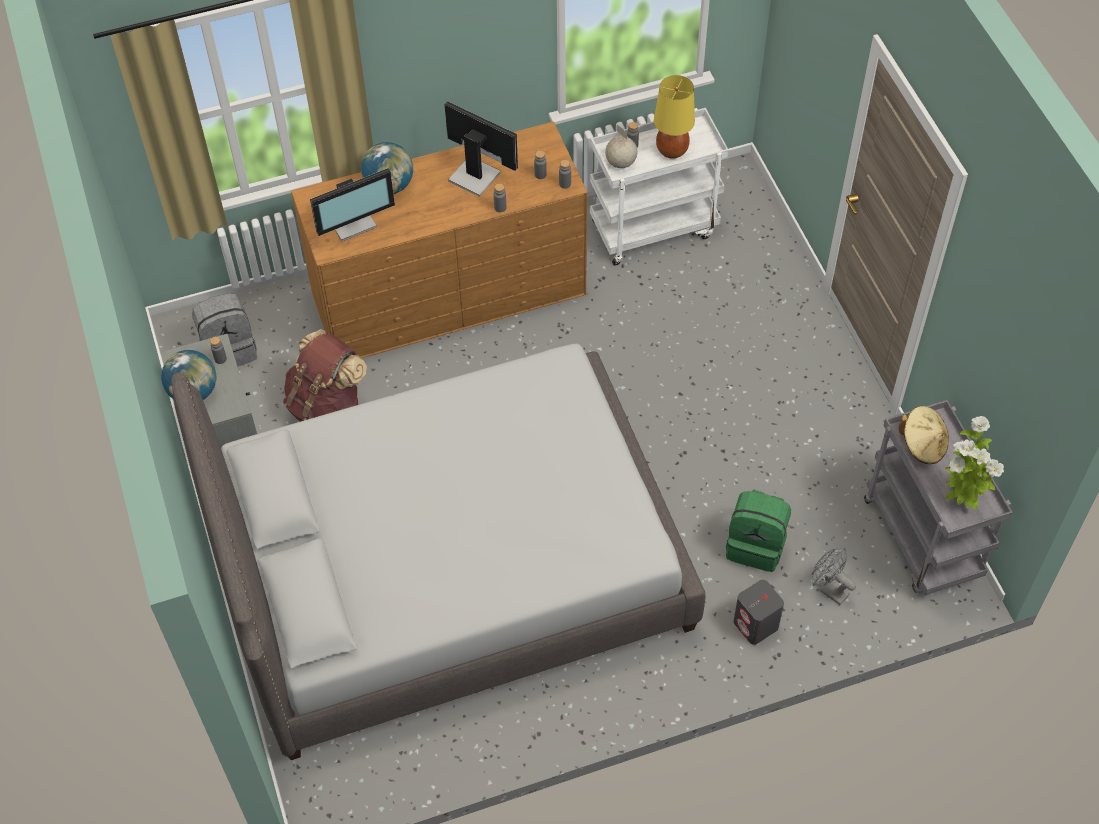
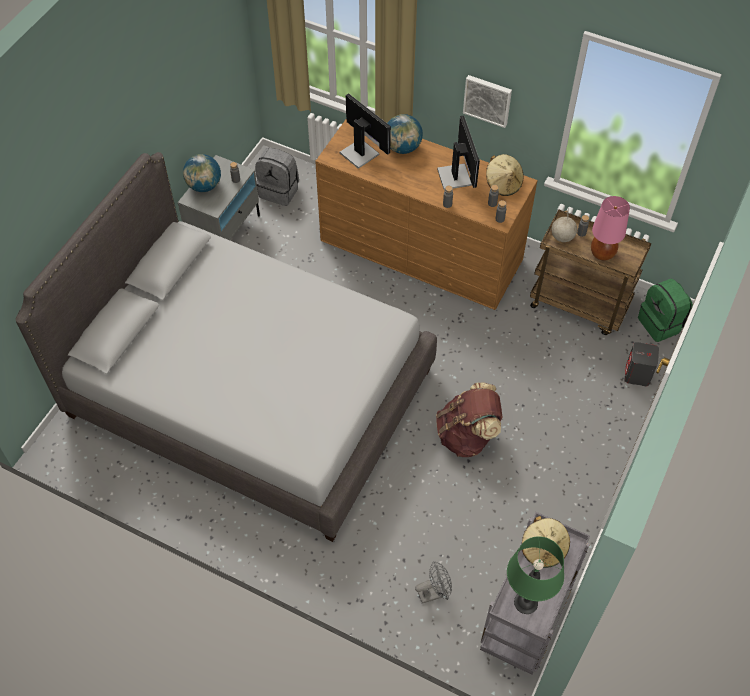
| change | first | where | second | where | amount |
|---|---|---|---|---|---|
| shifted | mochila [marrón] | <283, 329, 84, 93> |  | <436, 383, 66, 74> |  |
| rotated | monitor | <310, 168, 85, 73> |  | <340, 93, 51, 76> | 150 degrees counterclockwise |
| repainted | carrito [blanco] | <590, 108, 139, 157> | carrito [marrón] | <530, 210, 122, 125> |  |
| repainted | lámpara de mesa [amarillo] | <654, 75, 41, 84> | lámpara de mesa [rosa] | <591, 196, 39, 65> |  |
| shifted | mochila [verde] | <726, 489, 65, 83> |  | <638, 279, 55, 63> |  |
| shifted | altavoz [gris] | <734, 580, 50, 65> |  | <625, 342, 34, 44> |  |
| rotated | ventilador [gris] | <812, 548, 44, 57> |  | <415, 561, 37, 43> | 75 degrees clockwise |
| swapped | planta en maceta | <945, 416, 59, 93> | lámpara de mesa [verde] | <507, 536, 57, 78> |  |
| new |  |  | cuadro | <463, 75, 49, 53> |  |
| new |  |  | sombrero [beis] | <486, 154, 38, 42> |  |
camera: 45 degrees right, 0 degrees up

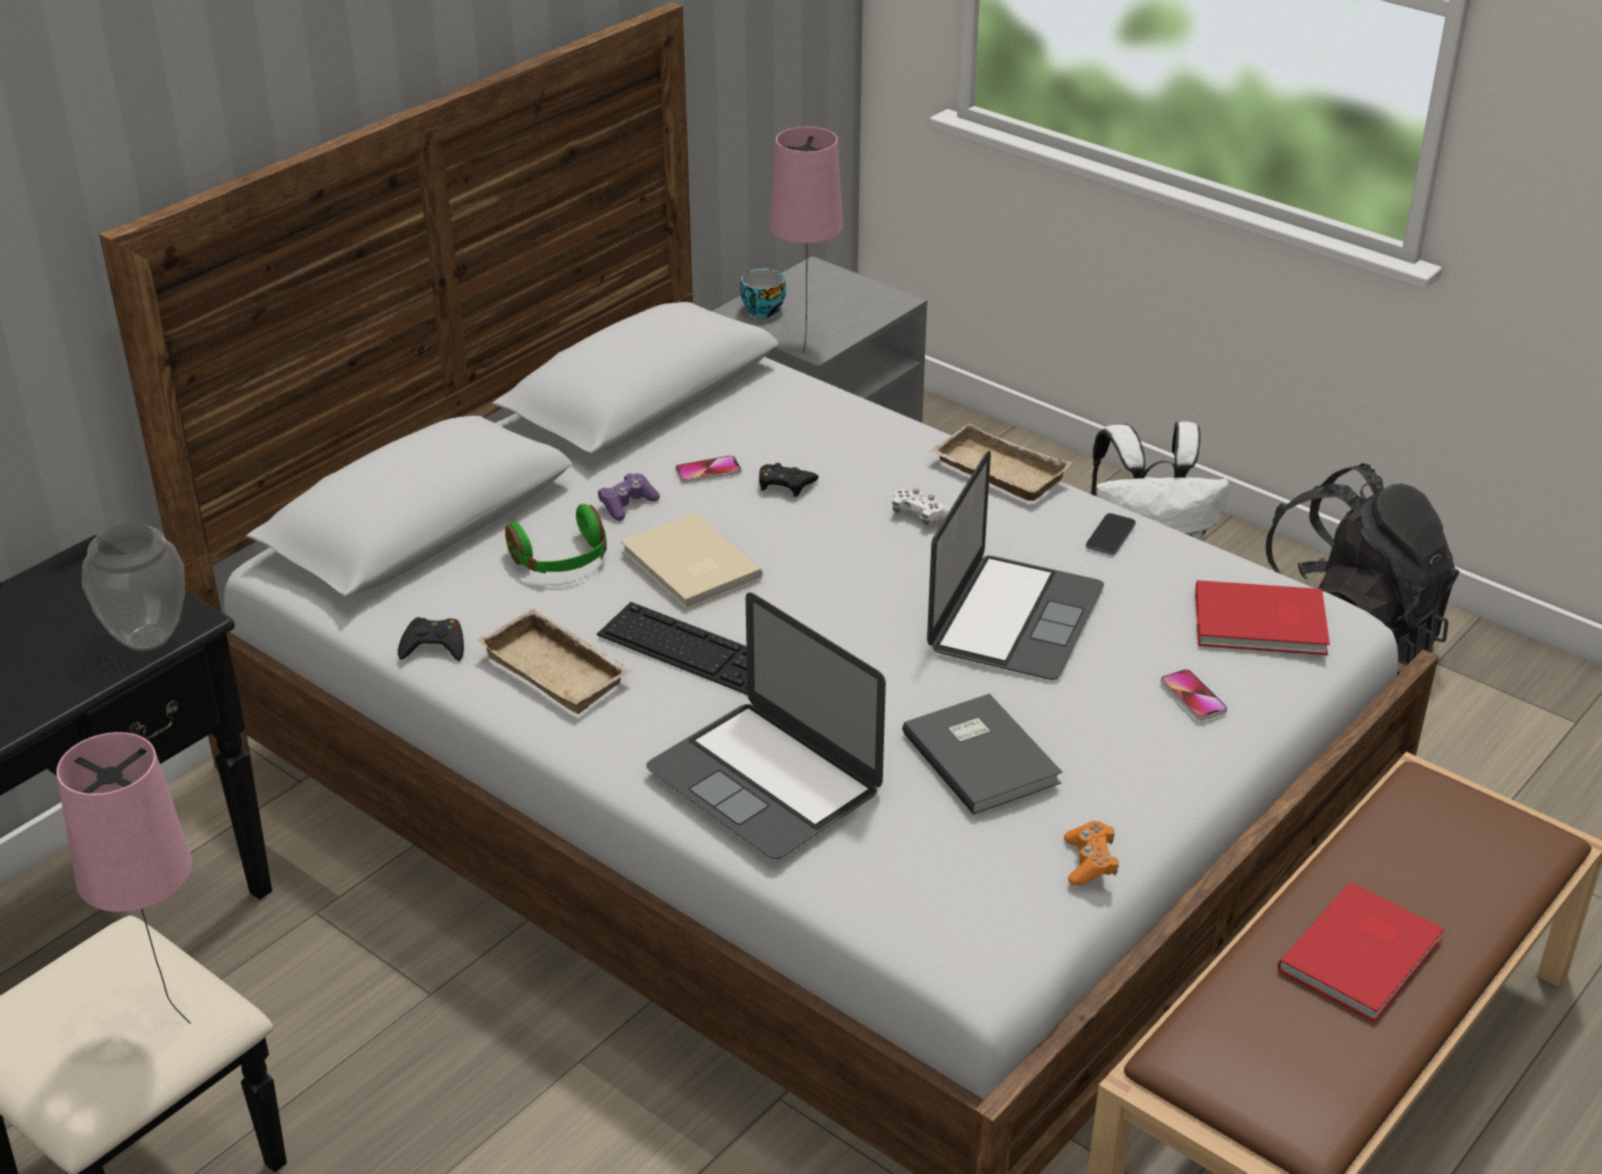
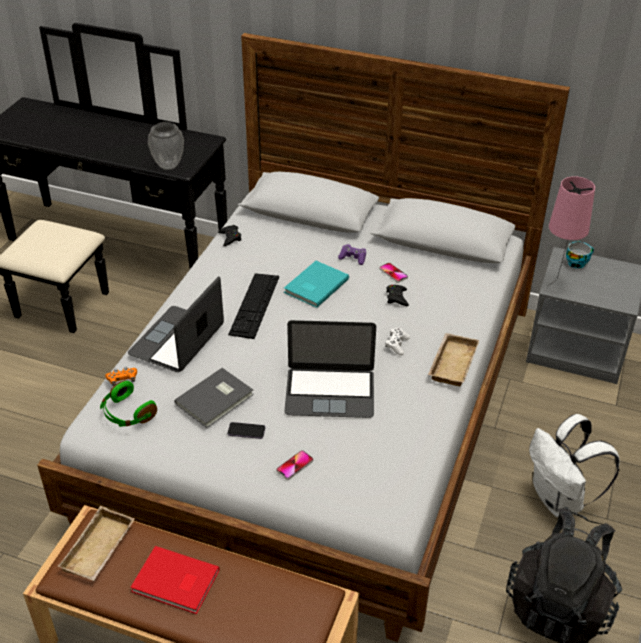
| change | first | where | second | where | amount |
|---|---|---|---|---|---|
| gone | lámpara de mesa [rosa] | <57, 732, 135, 292> |  |  |  |
| shifted | bandeja [beis] | <477, 609, 155, 105> |  | <58, 506, 77, 75> |  |
| shifted | auriculares [verde] | <505, 504, 102, 70> |  | <100, 380, 57, 47> |  |
| repainted | libro [beis] | <621, 513, 142, 97> | libro [turquesa] | <284, 261, 65, 47> |  |
| shifted | mando de consola [naranja] | <1064, 821, 55, 65> |  | <105, 367, 32, 19> |  |
| shifted | móvil | <1086, 513, 50, 42> |  | <228, 422, 37, 17> |  |
| gone | libro [rojo] | <1195, 580, 135, 75> |  |  |  |
camera: 70 degrees right, 5 degrees up

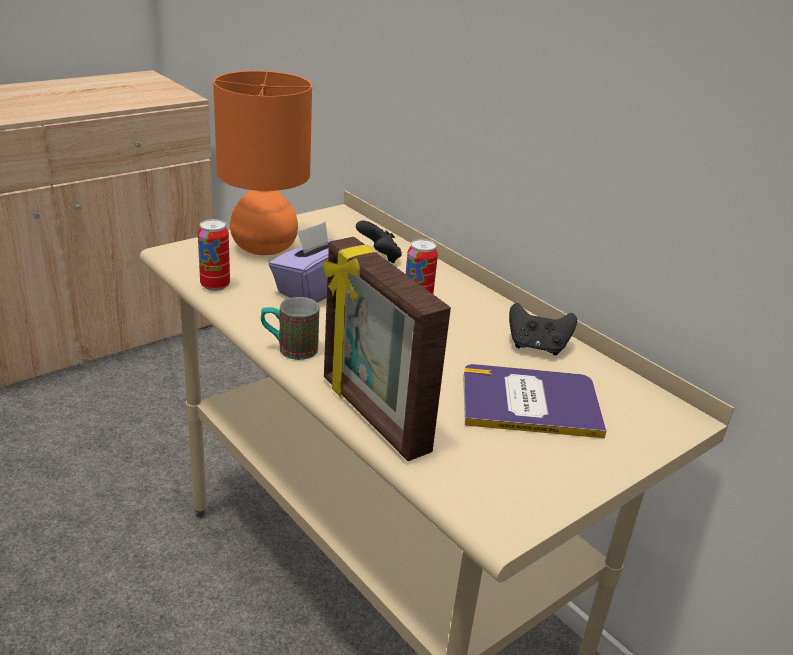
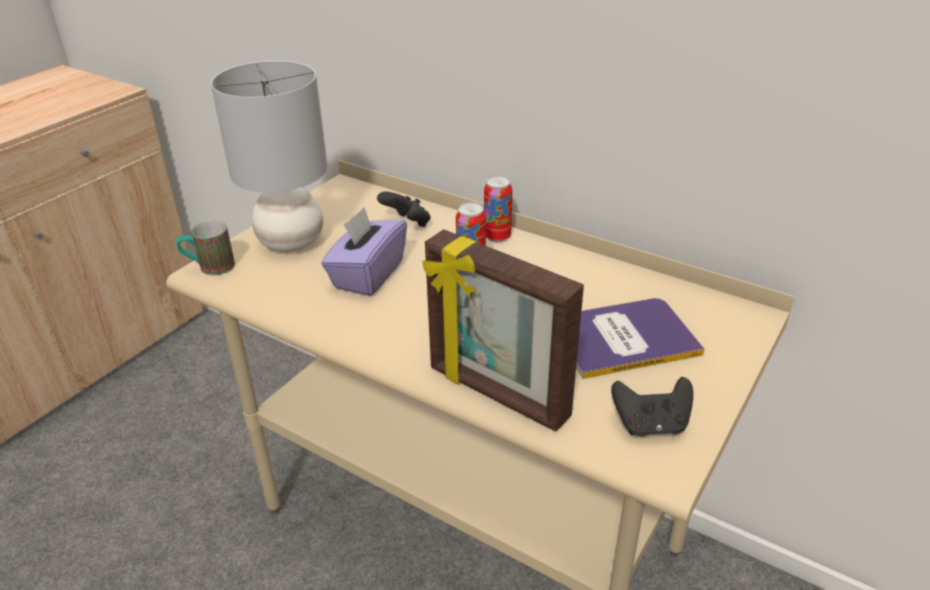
| change | first | where | second | where | amount |
|---|---|---|---|---|---|
| shifted | lata | <198, 219, 32, 72> |  | <484, 176, 28, 66> |  |
| repainted | lámpara de mesa [naranja] | <213, 71, 99, 184> | lámpara de mesa [gris] | <211, 61, 116, 191> |  |
| shifted | taza grande | <261, 297, 58, 63> |  | <176, 220, 59, 55> |  |
| shifted | mando de consola [negro] | <509, 303, 68, 52> |  | <611, 377, 82, 59> |  |
camera: 15 degrees left, 5 degrees up

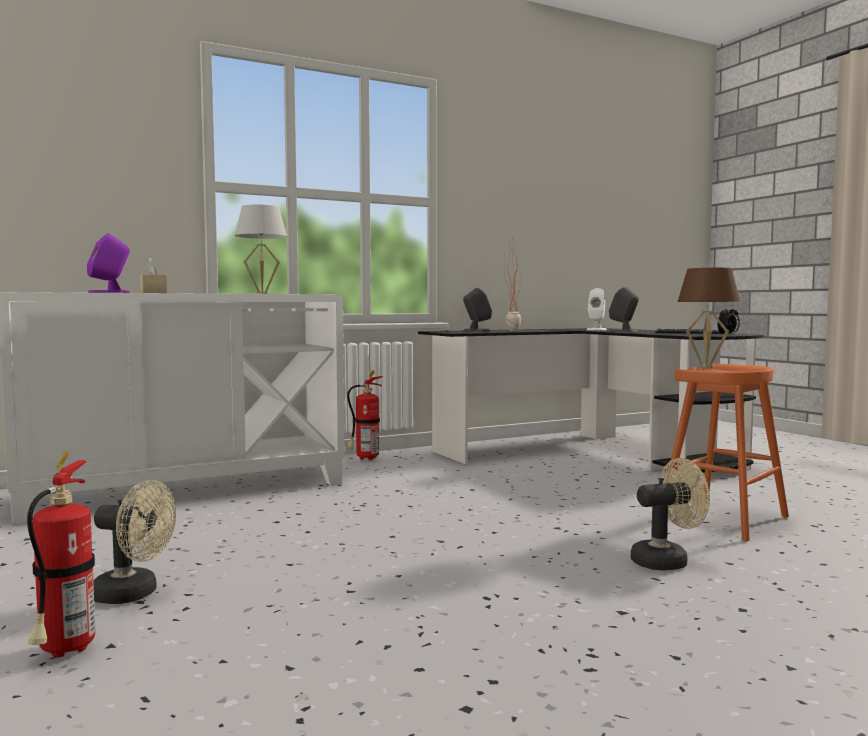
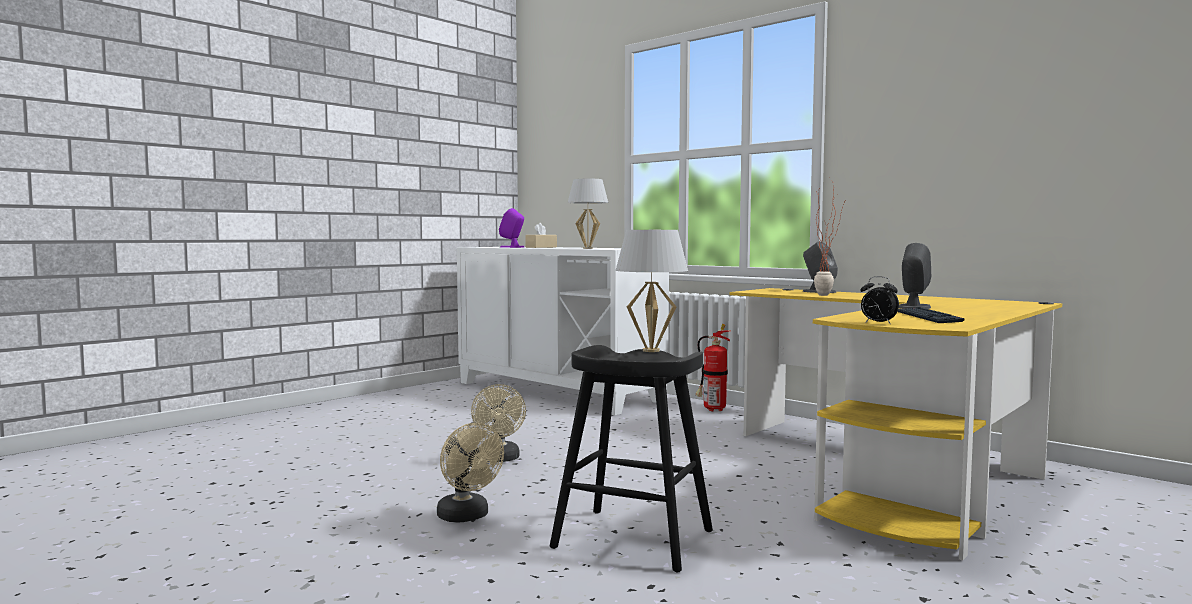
| change | first | where | second | where | amount |
|---|---|---|---|---|---|
| gone | extintor | <27, 451, 68, 207> |  |  |  |
| shifted | ventilador [beis] | <93, 480, 83, 124> |  | <471, 384, 55, 78> |  |
| repainted | escritorio [negro] | <418, 328, 346, 151> | escritorio [amarillo] | <730, 288, 332, 273> |  |
| gone | altavoz [blanco] | <587, 288, 20, 42> |  |  |  |
| repainted | taburete [naranja] | <666, 364, 123, 178> | taburete [negro] | <550, 345, 163, 227> |  |
| repainted | lámpara de mesa [marrón] | <677, 268, 63, 100> | lámpara de mesa [blanco] | <616, 230, 72, 122> |  |
camera: 70 degrees right, 0 degrees up

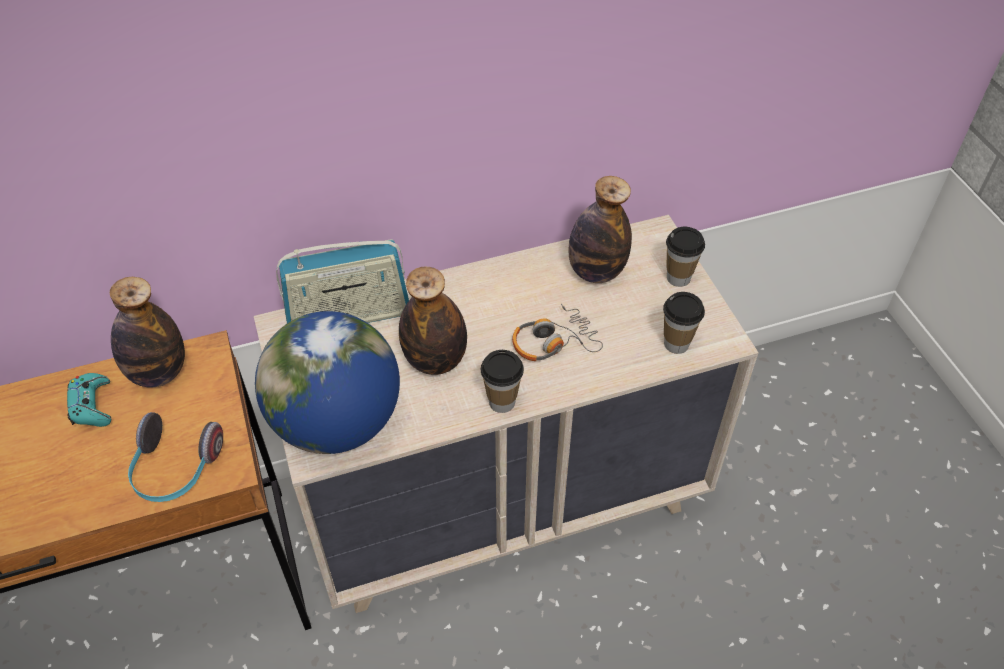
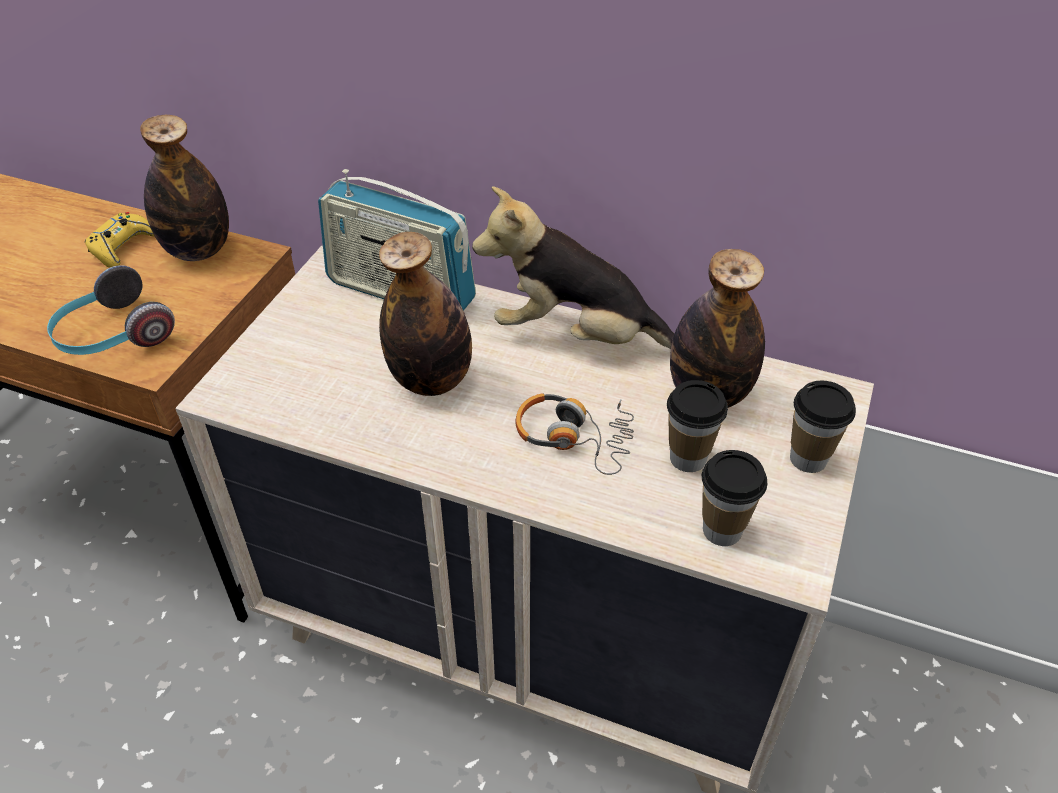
| change | first | where | second | where | amount |
|---|---|---|---|---|---|
| repainted | mando de consola [turquesa] | <67, 373, 44, 54> | mando de consola [amarillo] | <85, 212, 69, 56> |  |
| gone | globo terráqueo | <255, 311, 145, 143> |  |  |  |
| shifted | taza | <481, 350, 43, 63> |  | <667, 380, 61, 92> |  |
| new |  |  | peluche | <472, 186, 203, 163> |  |
camera: 40 degrees right, 5 degrees down

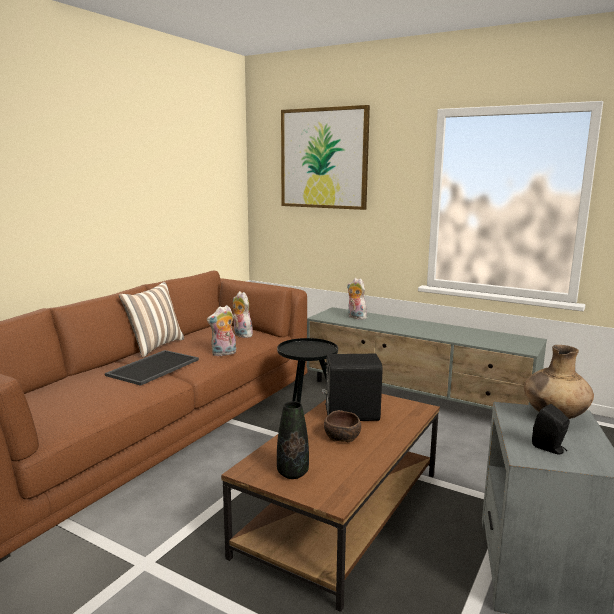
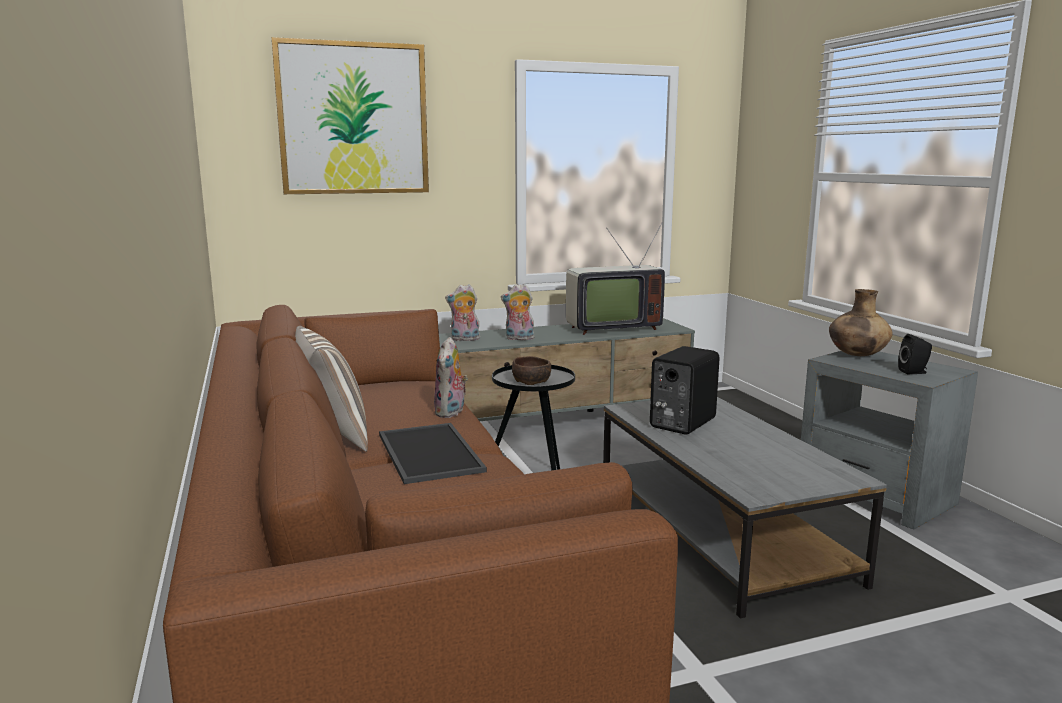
| change | first | where | second | where | amount |
|---|---|---|---|---|---|
| repainted | mesa de centro [marrón] | <221, 394, 219, 218> | mesa de centro [gris] | <603, 397, 284, 222> |  |
| shifted | peluche | <233, 291, 20, 47> |  | <501, 284, 33, 56> |  |
| gone | florero [negro] | <277, 401, 32, 78> |  |  |  |
| shifted | cuenco [marrón] | <324, 410, 37, 32> |  | <512, 356, 39, 29> |  |
| new |  |  | televisor | <566, 222, 99, 113> |  |
camera: 50 degrees left, 0 degrees up

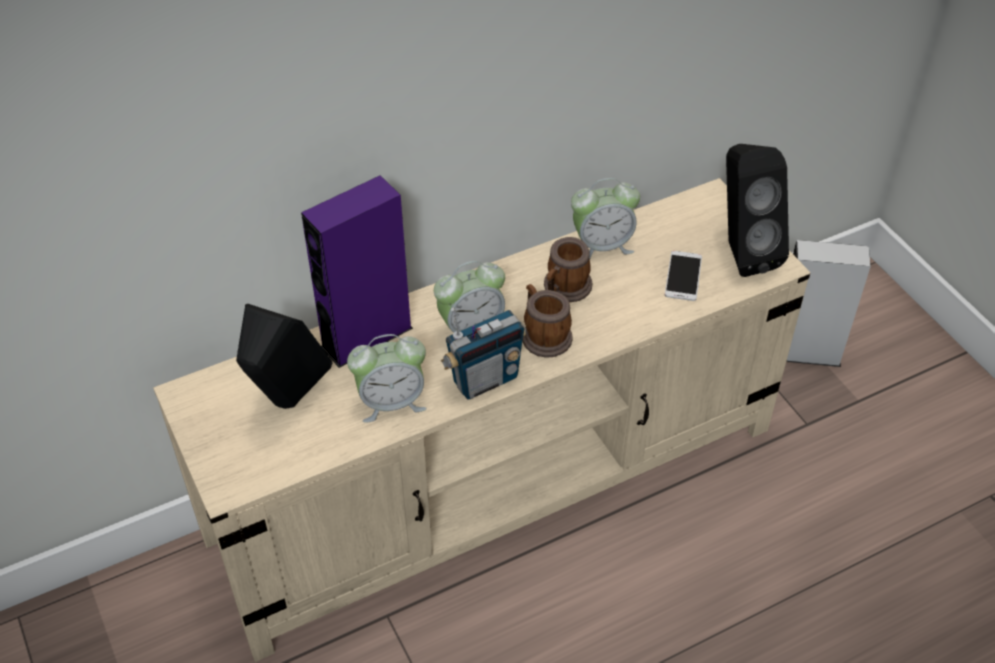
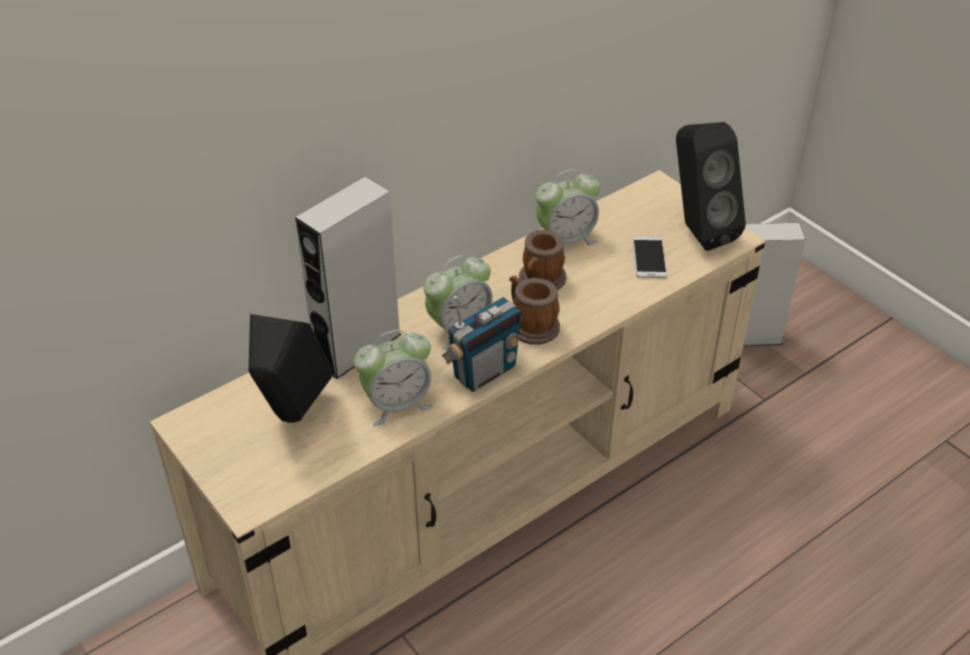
| change | first | where | second | where | amount |
|---|---|---|---|---|---|
| repainted | altavoz [morado] | <301, 175, 112, 193> | altavoz [gris] | <295, 176, 107, 203> |  |
camera: 10 degrees left, 5 degrees down

